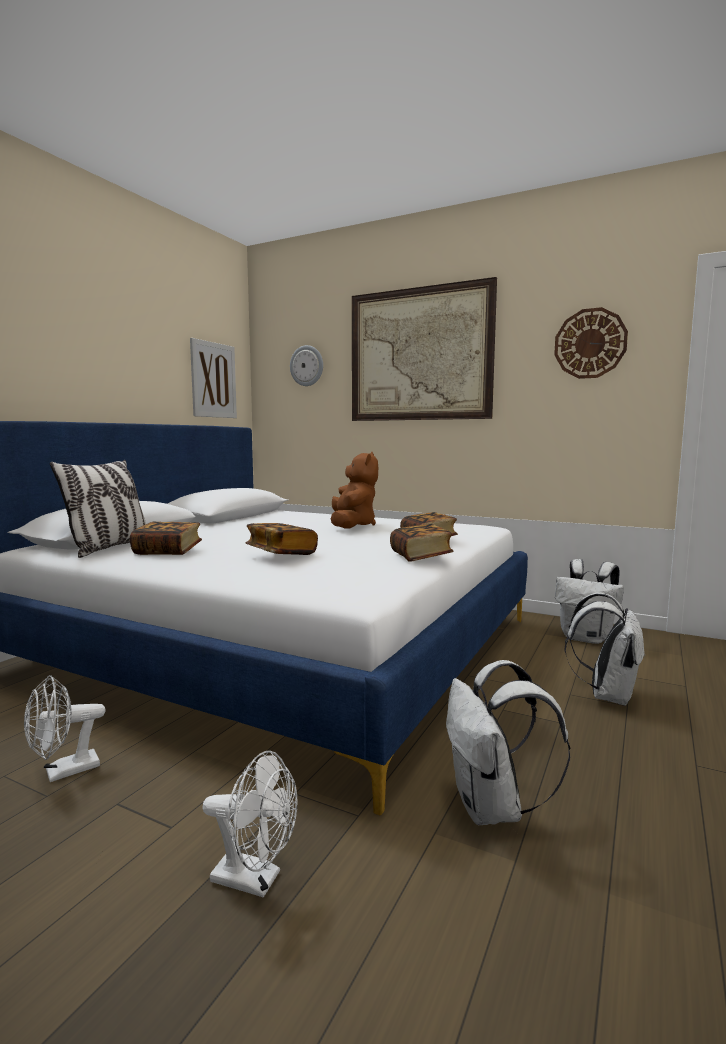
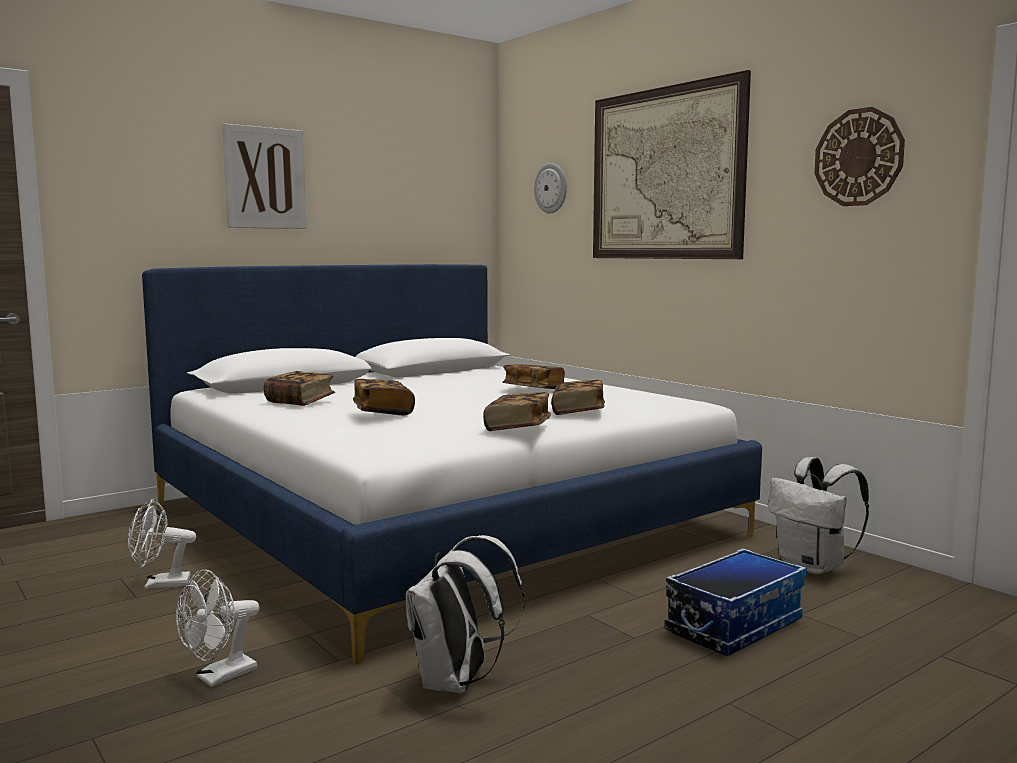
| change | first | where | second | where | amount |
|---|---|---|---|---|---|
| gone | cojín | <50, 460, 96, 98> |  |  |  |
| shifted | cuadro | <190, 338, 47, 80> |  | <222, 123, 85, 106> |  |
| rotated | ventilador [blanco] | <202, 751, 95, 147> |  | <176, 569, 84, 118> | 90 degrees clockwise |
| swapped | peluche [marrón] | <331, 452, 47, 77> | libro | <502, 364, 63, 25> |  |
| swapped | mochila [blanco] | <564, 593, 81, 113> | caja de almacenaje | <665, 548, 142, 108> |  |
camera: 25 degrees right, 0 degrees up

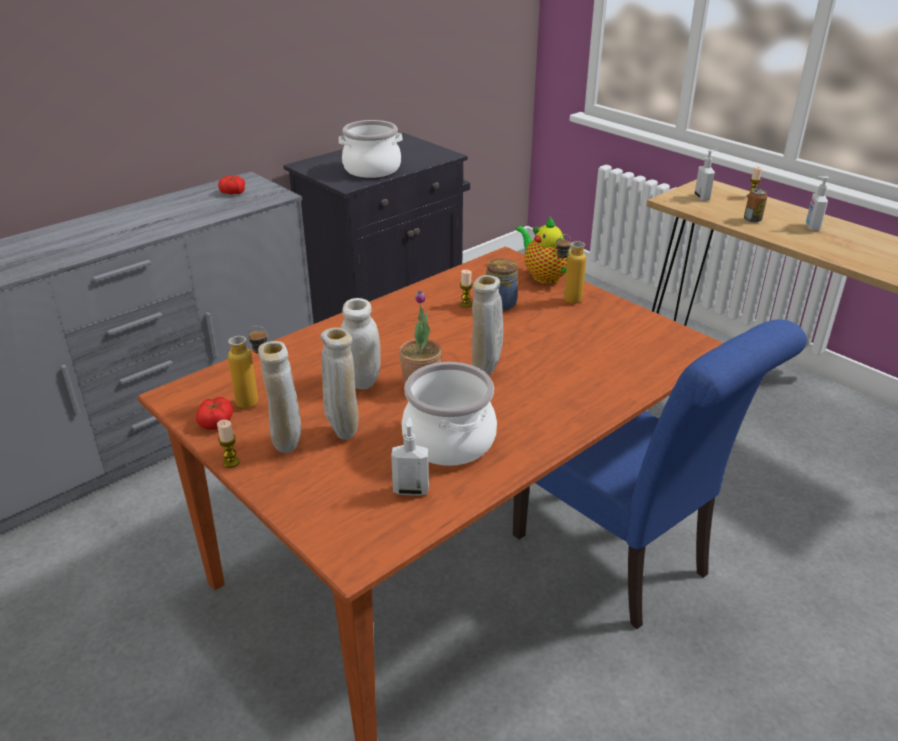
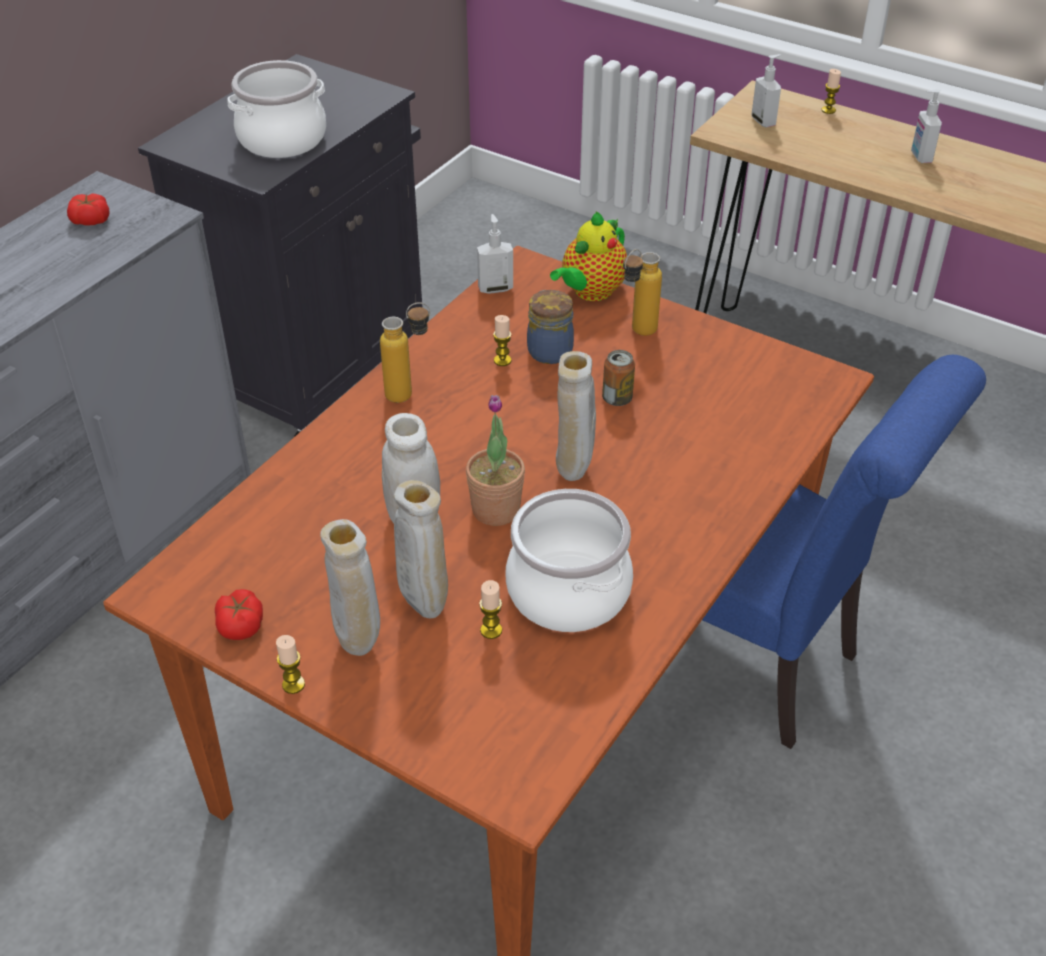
| change | first | where | second | where | amount |
|---|---|---|---|---|---|
| shifted | botella | <228, 326, 40, 83> |  | <380, 302, 50, 101> |  |
| shifted | dispensador de jabón | <391, 417, 38, 79> |  | <477, 214, 36, 80> |  |
| rotated | tetera | <515, 217, 55, 67> |  | <550, 212, 77, 89> | 90 degrees counterclockwise |
| shifted | lata | <744, 188, 23, 35> |  | <602, 350, 33, 56> |  |
| new |  |  | vela | <479, 580, 23, 59> |  |
camera: 15 degrees left, 10 degrees up

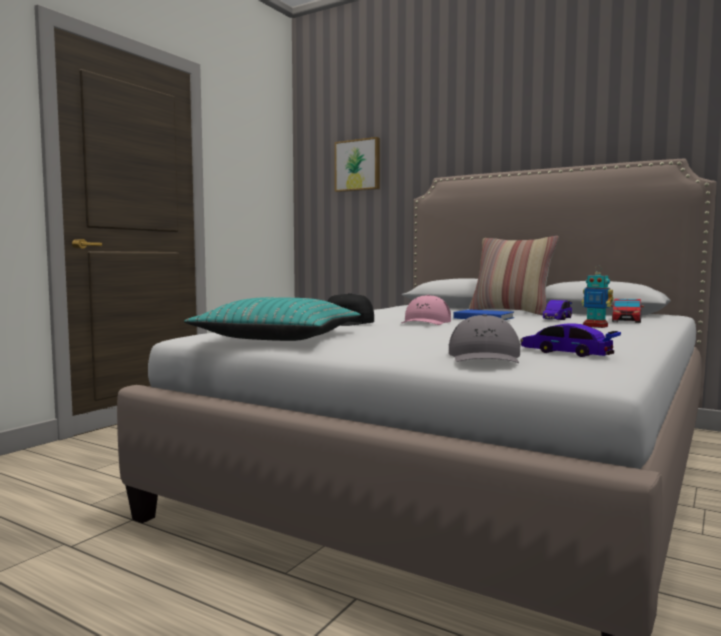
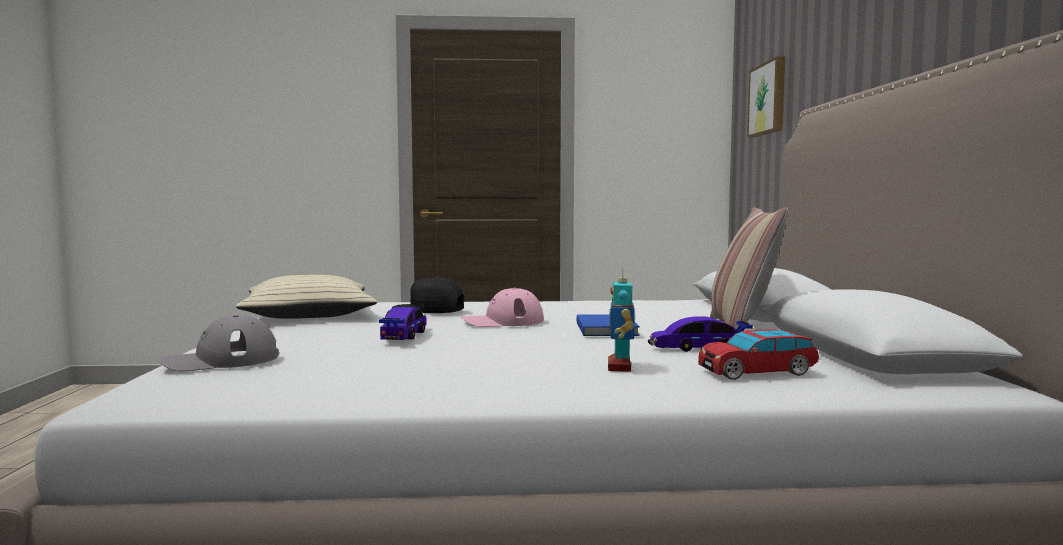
| change | first | where | second | where | amount |
|---|---|---|---|---|---|
| repainted | cojín [turquesa] | <184, 297, 177, 44> | cojín [beis] | <236, 275, 141, 44> |  |
| shifted | coche de juguete | <520, 323, 101, 34> |  | <379, 307, 48, 33> |  |
camera: 55 degrees right, 0 degrees up

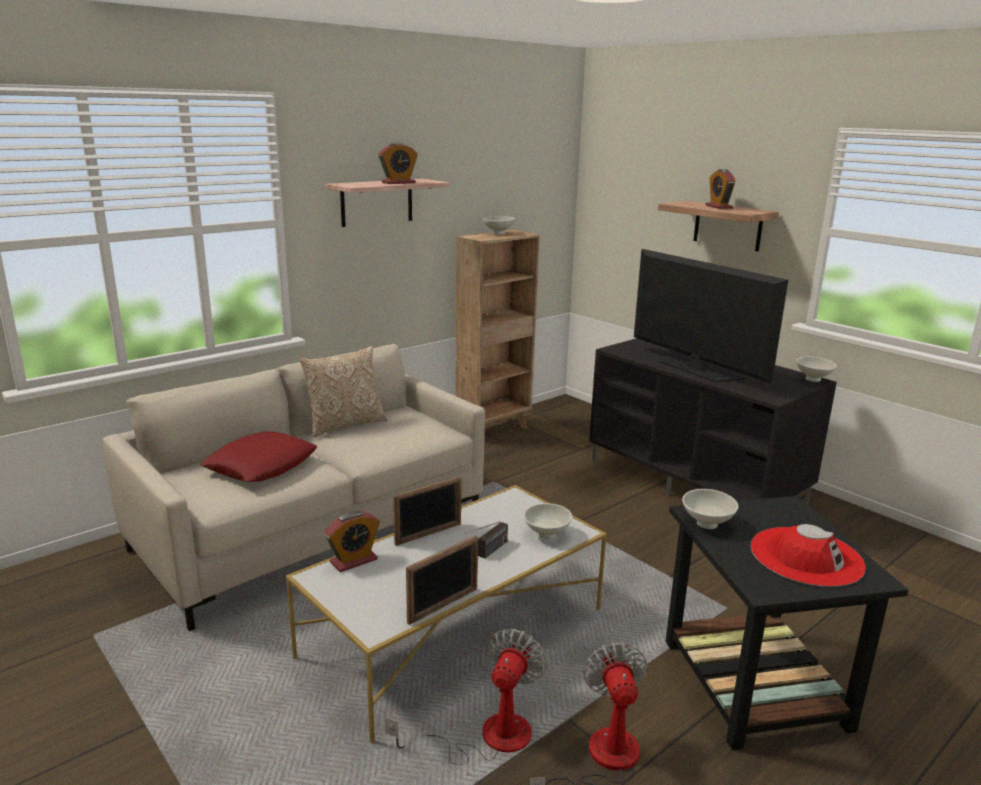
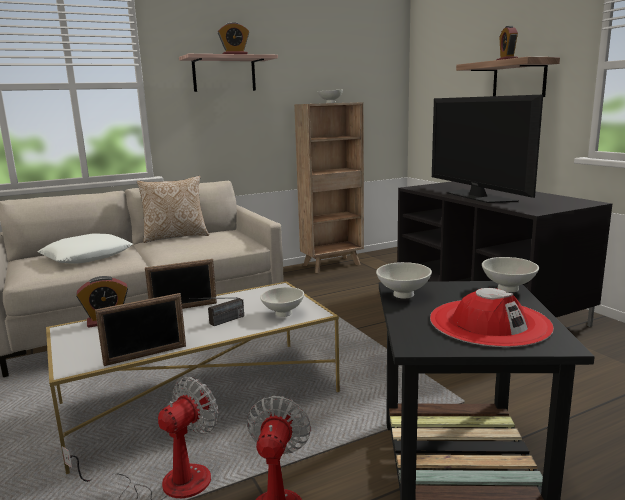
| change | first | where | second | where | amount |
|---|---|---|---|---|---|
| repainted | cojín [rojo] | <201, 432, 117, 50> | cojín [blanco] | <38, 233, 95, 31> |  |
| shifted | cuenco [blanco] | <796, 357, 41, 25> |  | <482, 257, 57, 35> |  |
camera: 15 degrees right, 5 degrees down

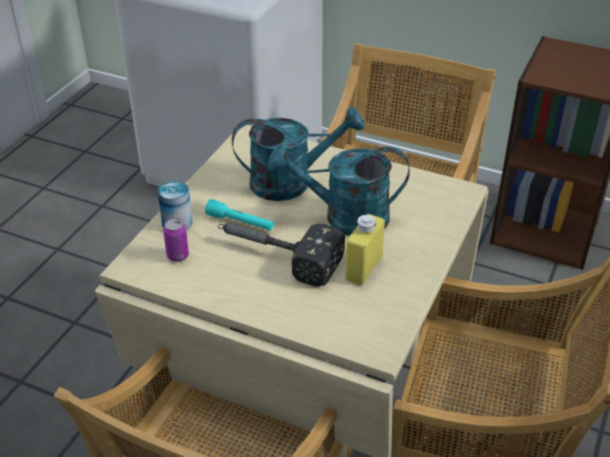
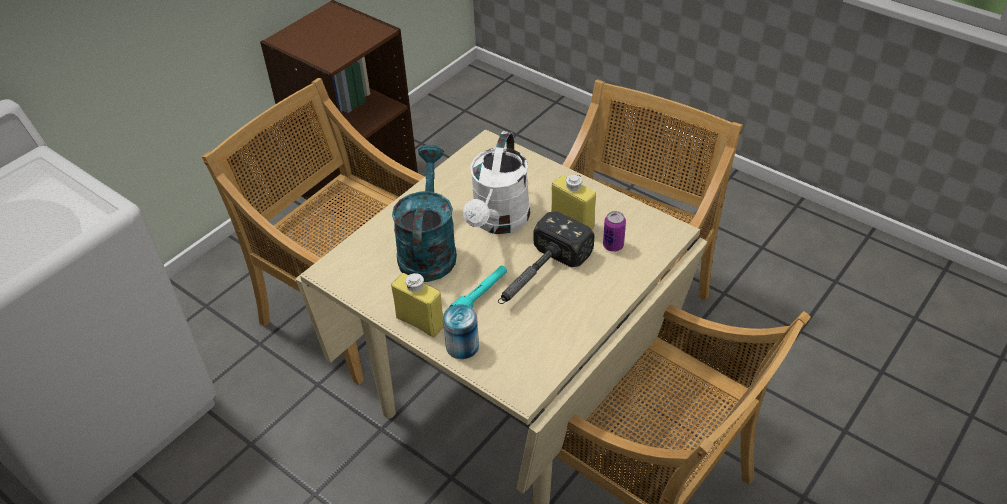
| change | first | where | second | where | amount |
|---|---|---|---|---|---|
| shifted | lata | <163, 218, 26, 44> |  | <603, 211, 23, 41> |  |
| repainted | regadera [turquesa] | <268, 144, 142, 92> | regadera [blanco] | <463, 131, 67, 103> |  |
| new |  |  | botella [amarillo] | <391, 273, 53, 64> |  |
camera: 75 degrees left, 5 degrees up

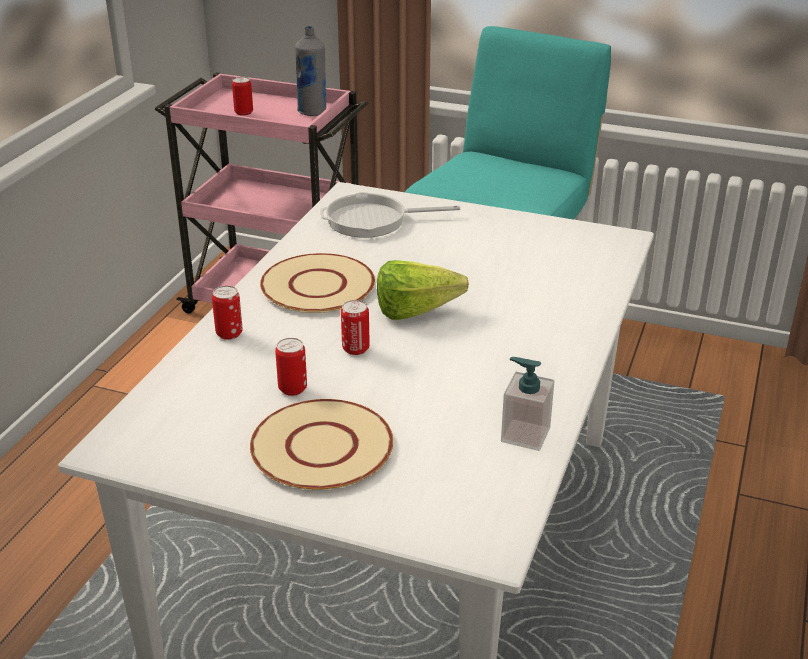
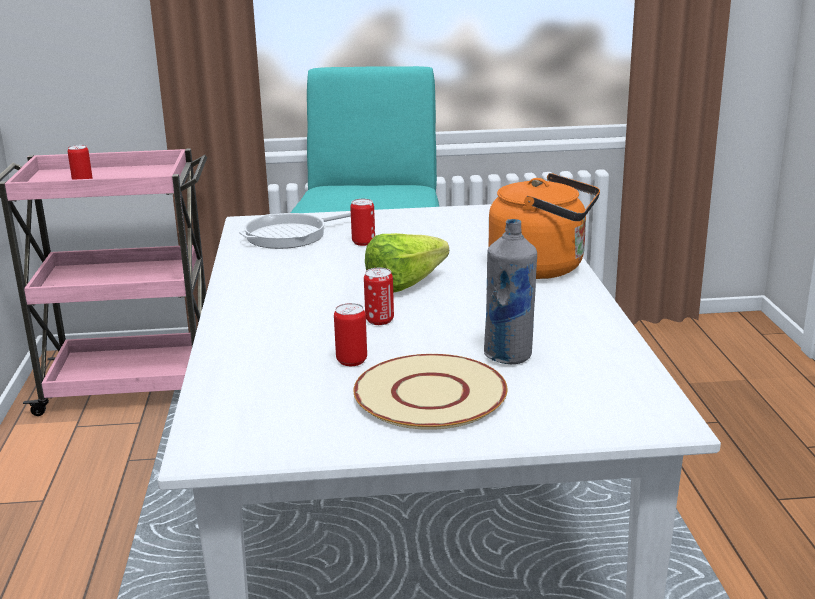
| change | first | where | second | where | amount |
|---|---|---|---|---|---|
| shifted | lata | <212, 286, 31, 54> |  | <350, 199, 25, 47> |  |
| gone | plato [beis] | <260, 253, 115, 60> |  |  |  |
| shifted | botella [gris] | <295, 26, 31, 90> |  | <484, 219, 53, 145> |  |
| gone | dispensador de jabón | <501, 357, 53, 94> |  |  |  |
| new |  |  | hervidor [naranja] | <489, 173, 111, 106> |  |
camera: 25 degrees left, 10 degrees down

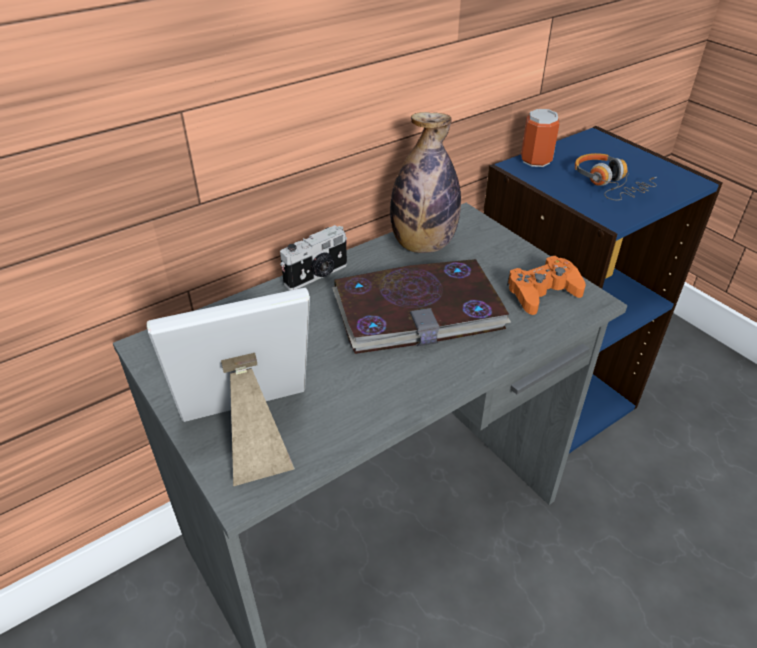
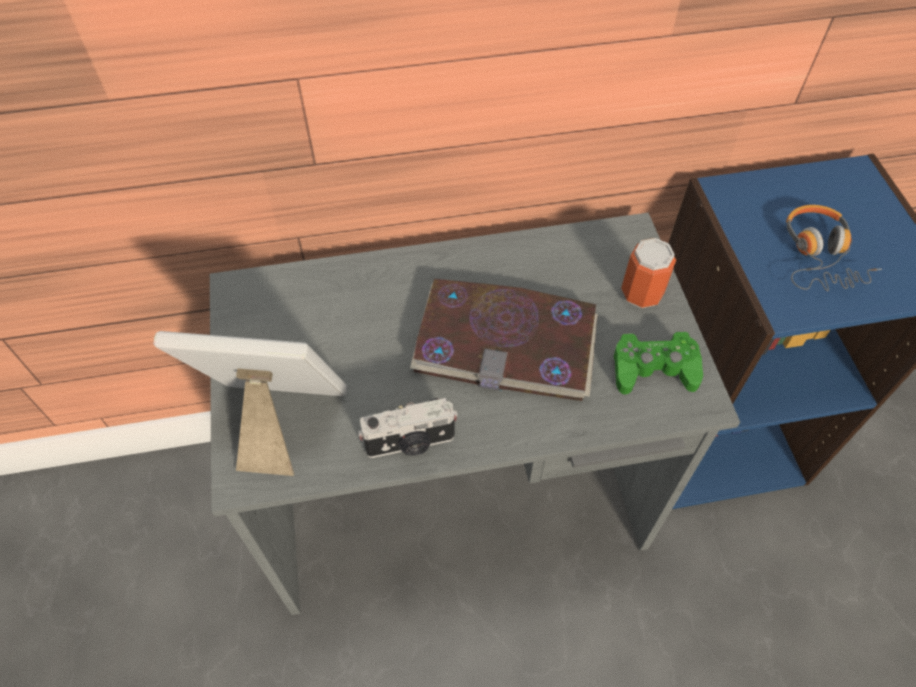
| change | first | where | second | where | amount |
|---|---|---|---|---|---|
| shifted | cámara | <280, 225, 67, 65> |  | <358, 398, 100, 60> |  |
| gone | botella | <390, 112, 71, 141> |  |  |  |
| repainted | mando de consola [naranja] | <507, 256, 79, 59> | mando de consola [verde] | <614, 331, 89, 63> |  |
| shifted | lata | <521, 109, 39, 58> |  | <621, 238, 55, 70> |  |
camera: 25 degrees right, 15 degrees up

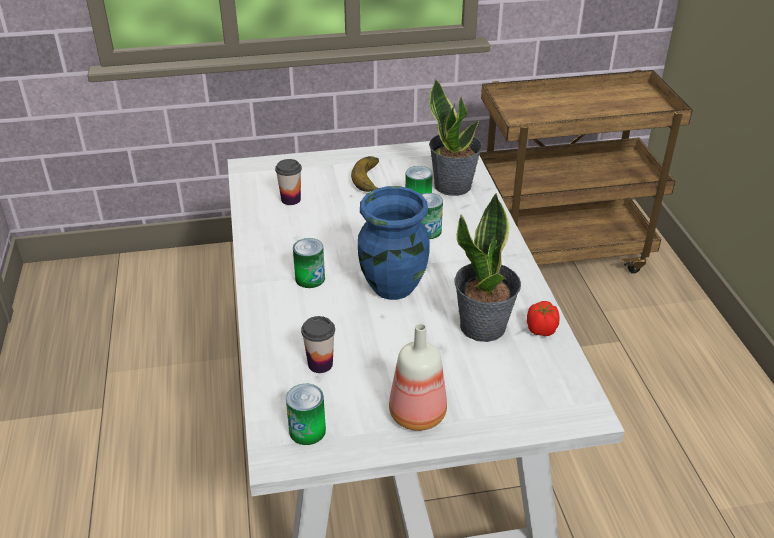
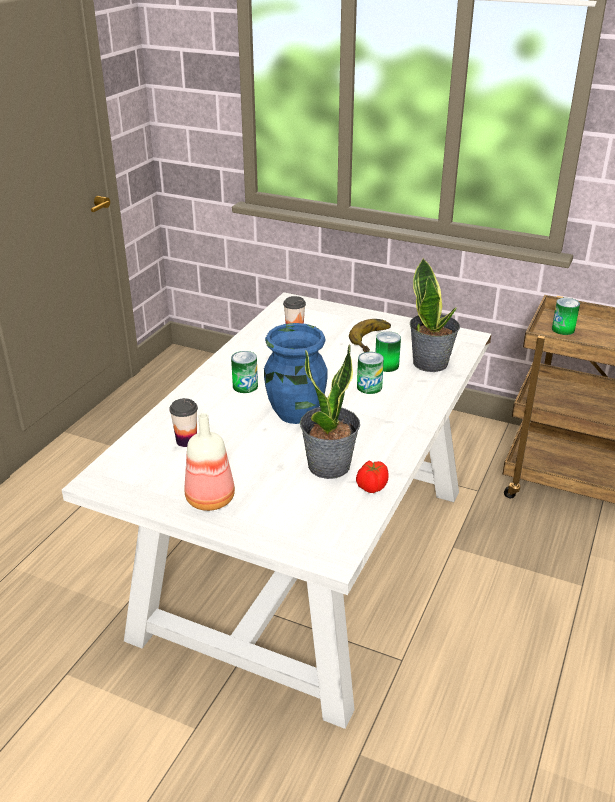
| change | first | where | second | where | amount |
|---|---|---|---|---|---|
| shifted | lata | <286, 384, 40, 61> |  | <552, 298, 28, 37> |  |
camera: 35 degrees right, 5 degrees down

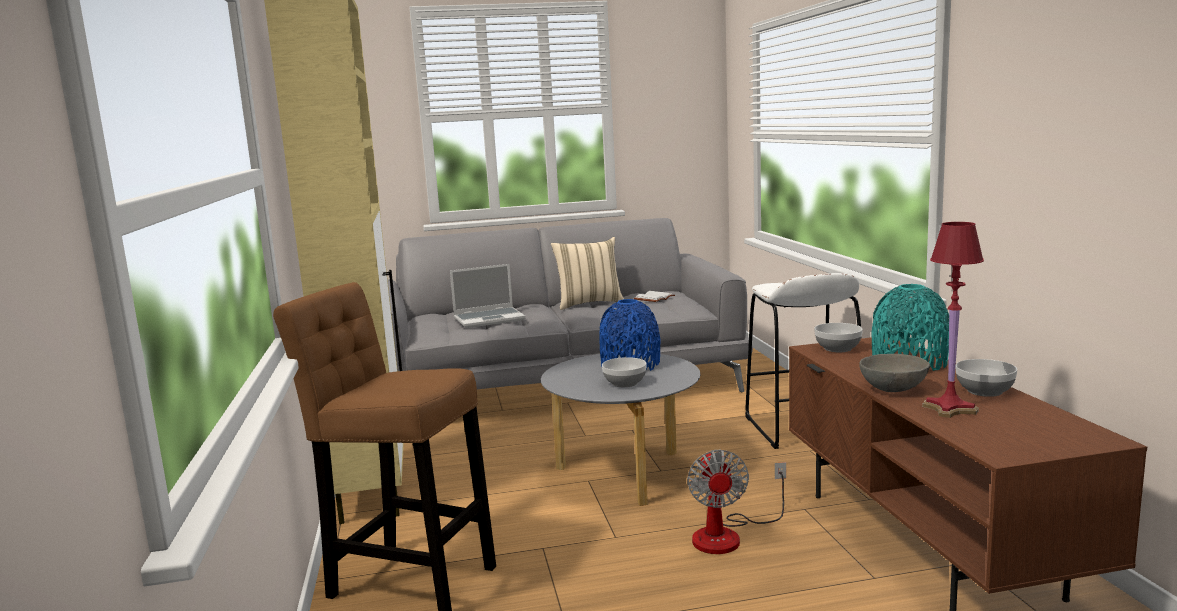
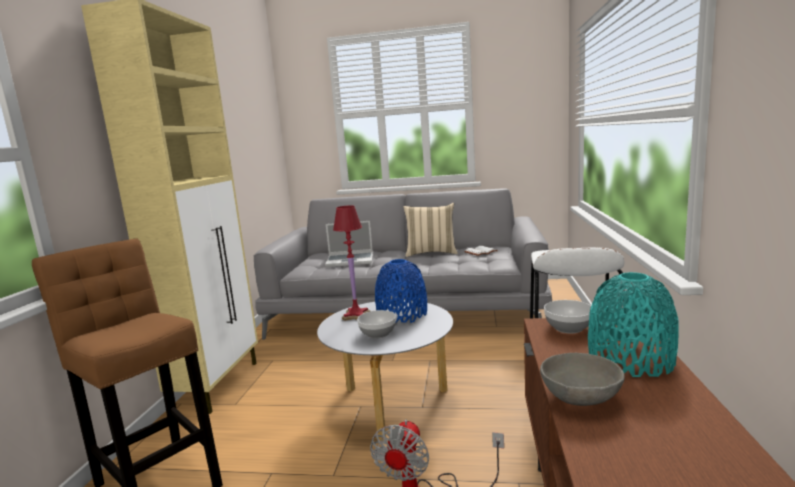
| change | first | where | second | where | amount |
|---|---|---|---|---|---|
| shifted | lámpara de mesa [rojo] | <922, 222, 62, 196> |  | <333, 205, 37, 116> |  |
| gone | cuenco | <956, 359, 61, 38> |  |  |  |
camera: 20 degrees right, 0 degrees up

